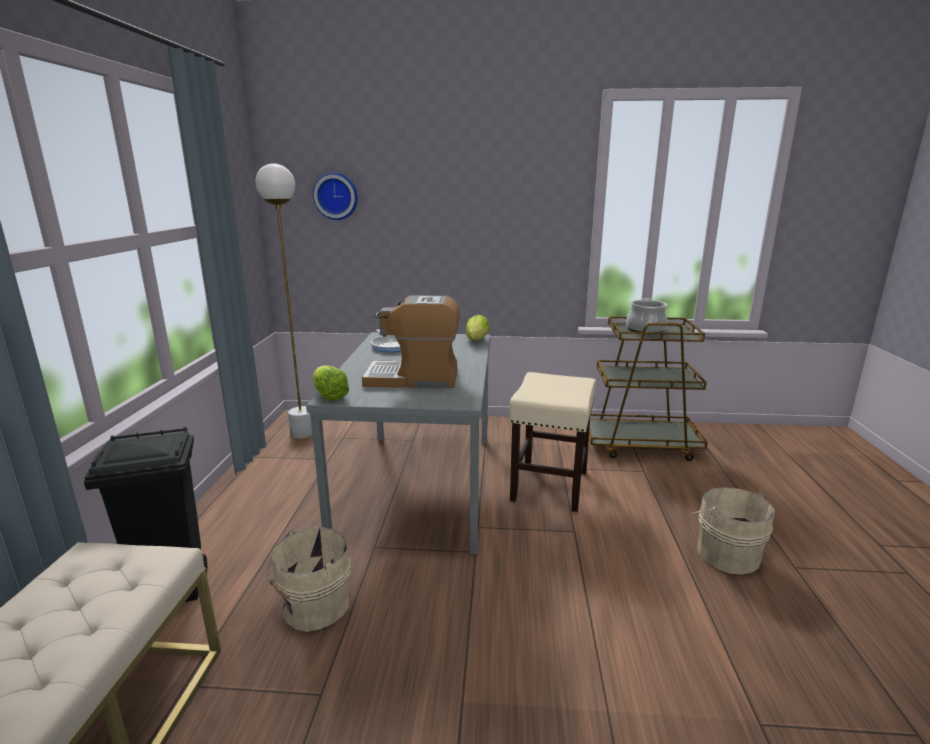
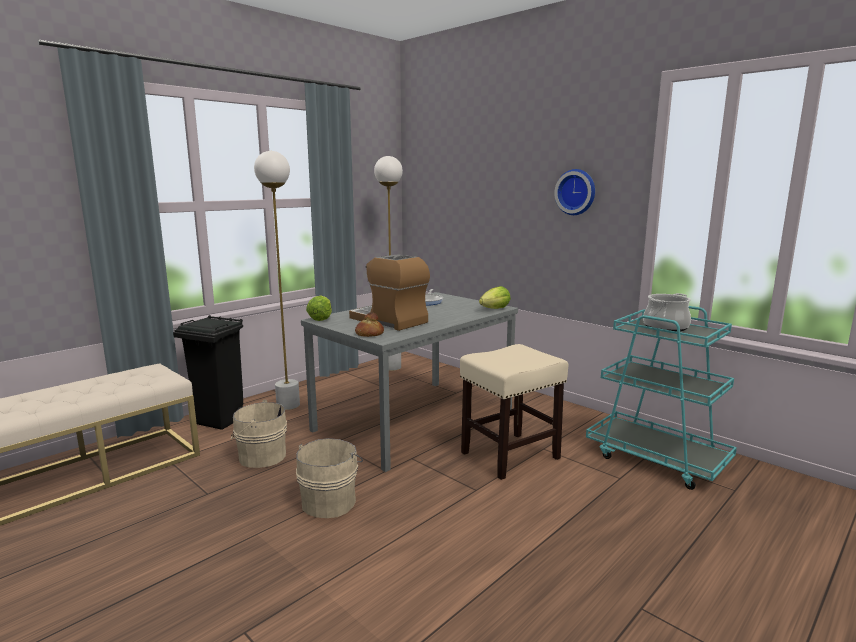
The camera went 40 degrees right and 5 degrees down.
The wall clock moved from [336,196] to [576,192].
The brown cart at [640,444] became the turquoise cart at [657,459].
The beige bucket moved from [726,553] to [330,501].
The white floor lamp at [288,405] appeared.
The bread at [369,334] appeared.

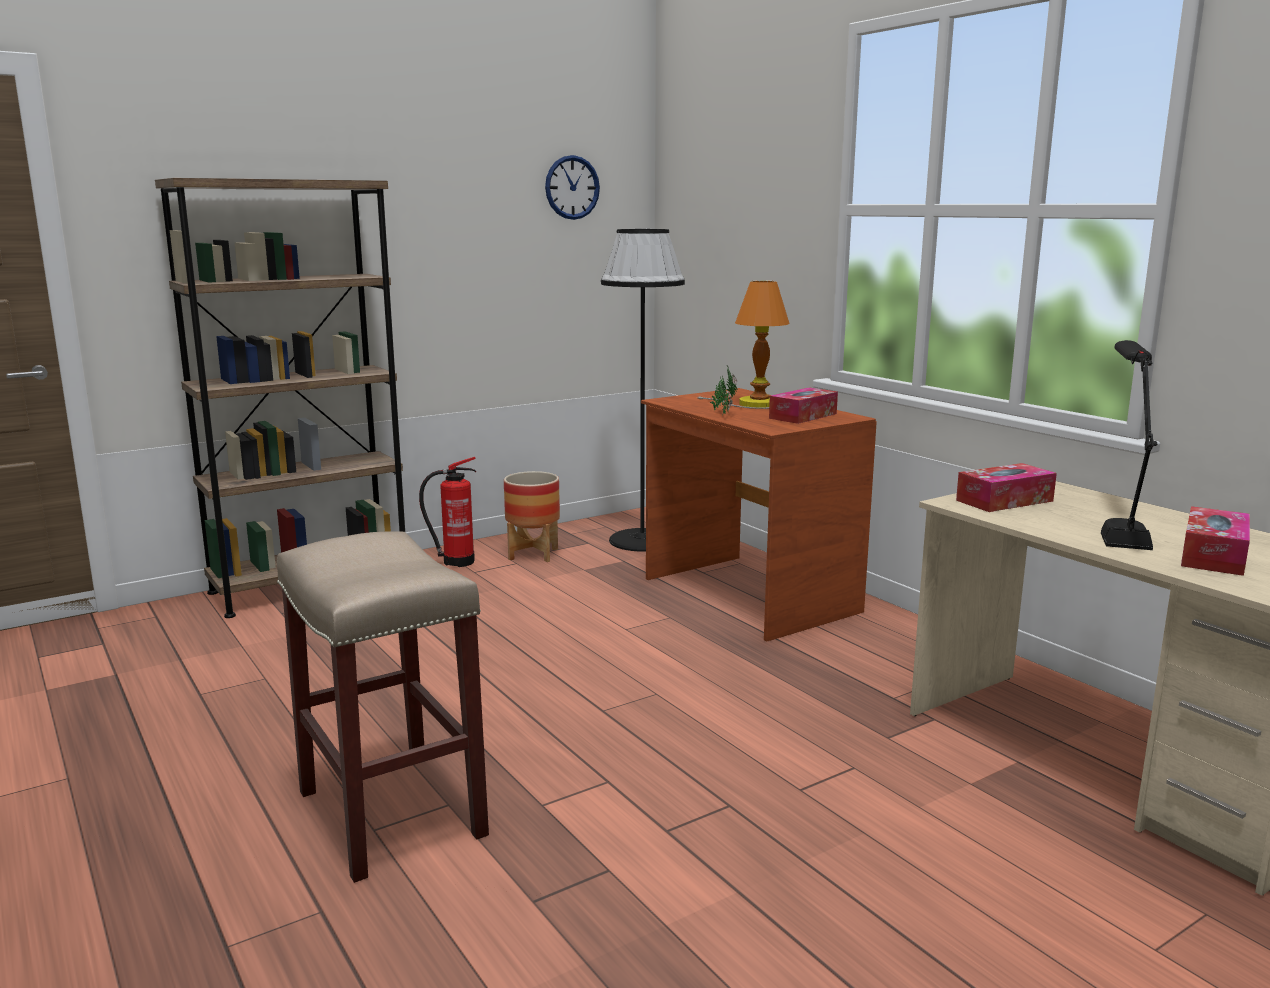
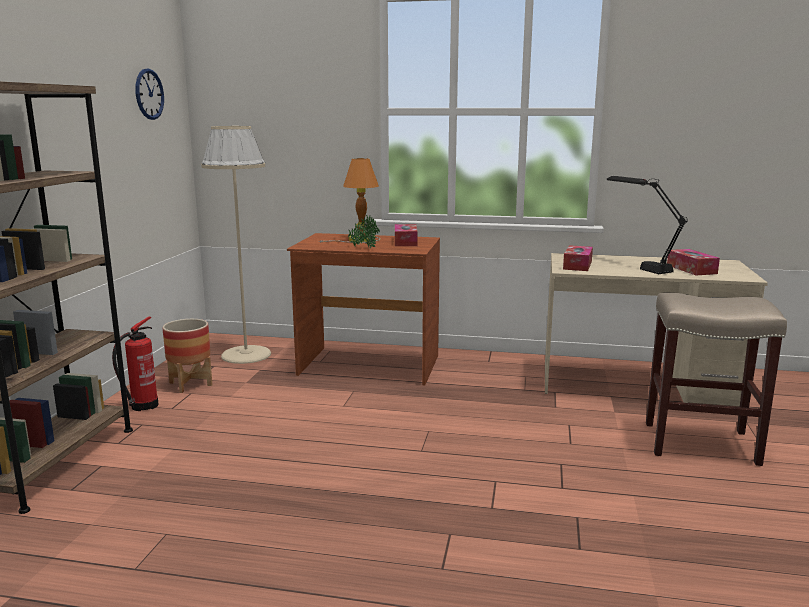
The camera went 45 degrees left and 0 degrees up.
The black floor lamp at [642,540] became the beige floor lamp at [246,354].
The beige stool moved from [388,812] to [698,443].

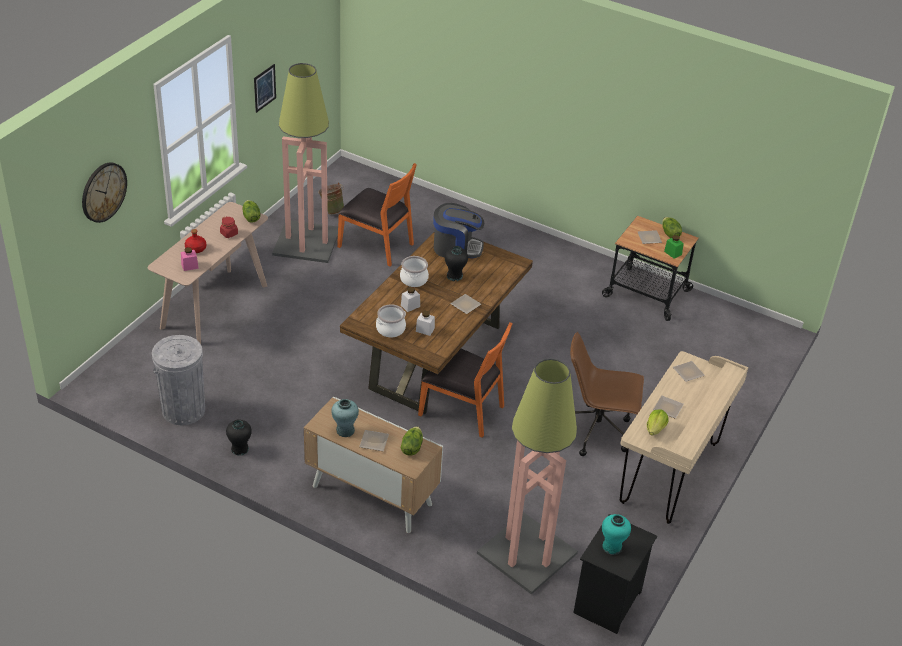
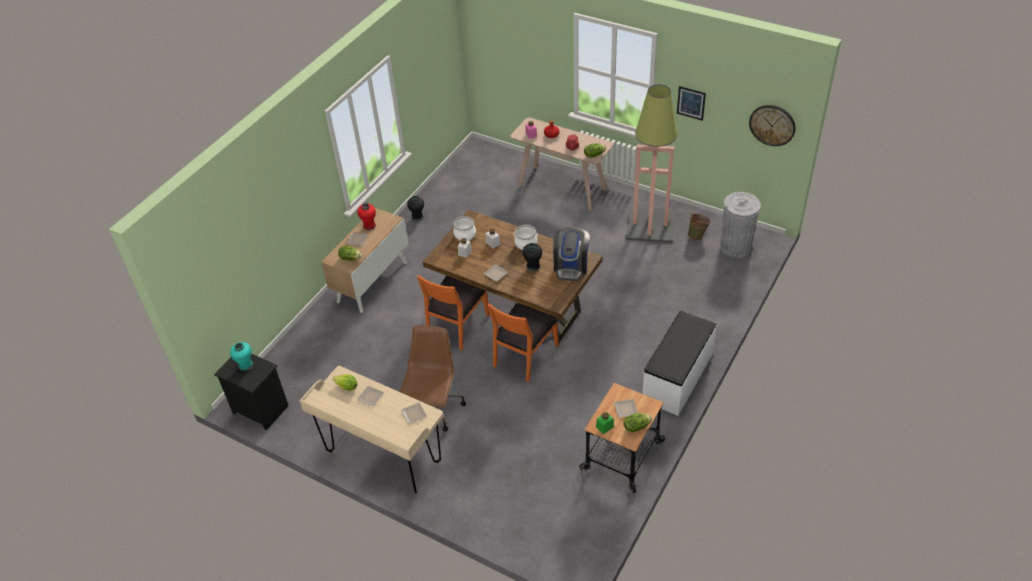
The camera went 95 degrees right and 5 degrees up.
The wall clock moved from [103,192] to [772,125].
The orange chair moved from [377,245] to [524,355].
The grey trash can moved from [183,410] to [735,247].
The floor lamp at [527,554] disappeared.
The turquoise vase at [345,430] became the red vase at [369,226].
The white bench at [678,377] appeared.

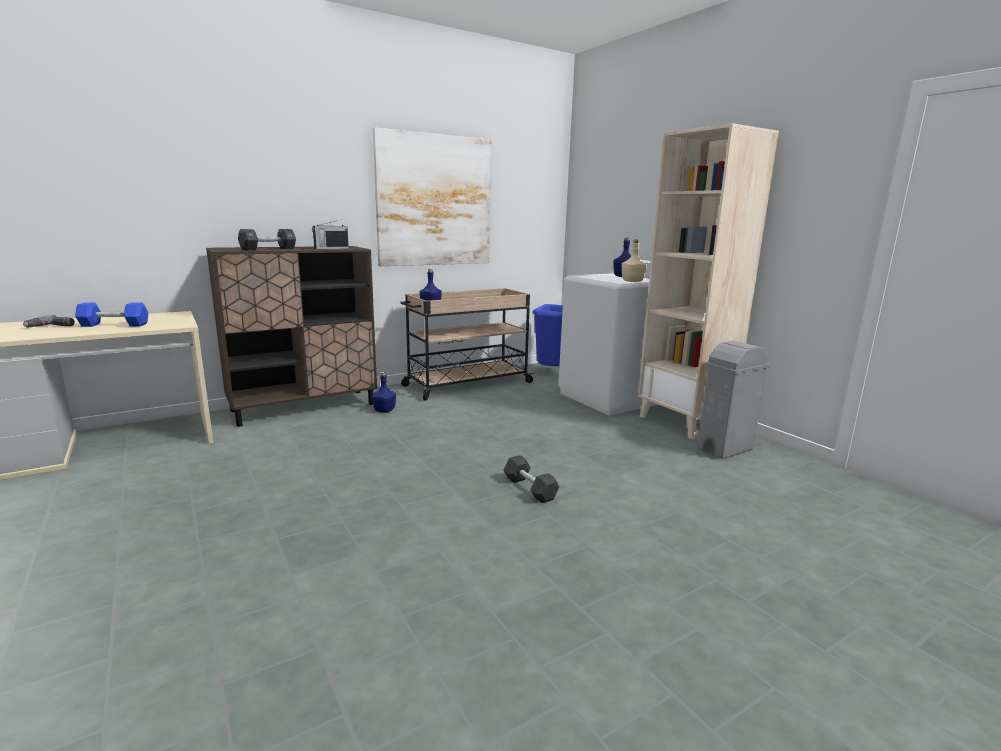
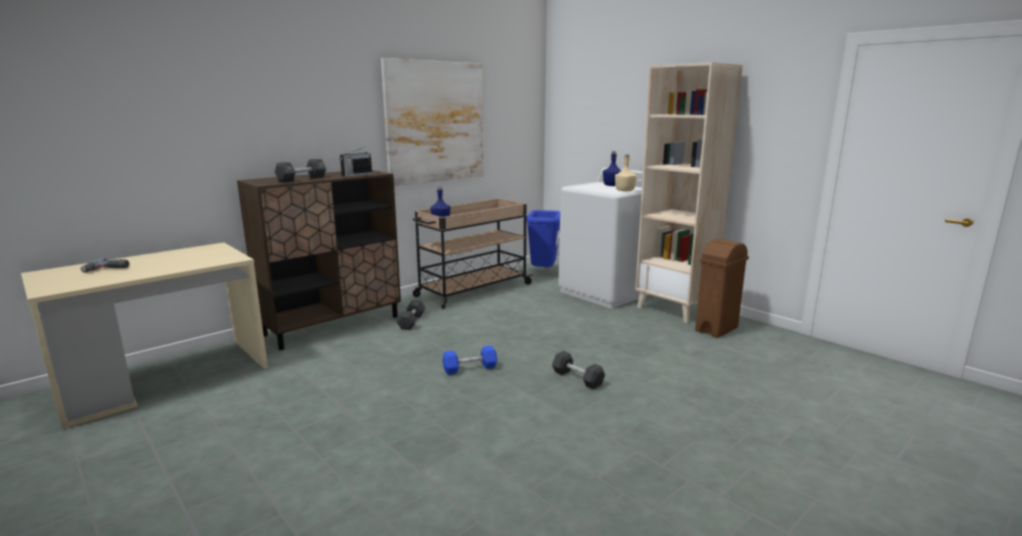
The camera went 10 degrees left and 0 degrees up.
The blue dumbbell moved from [114,325] to [470,368].
The grey trash can at [725,449] became the brown trash can at [717,329].
The blue bottle at [384,410] was replaced by the black dumbbell at [411,322].

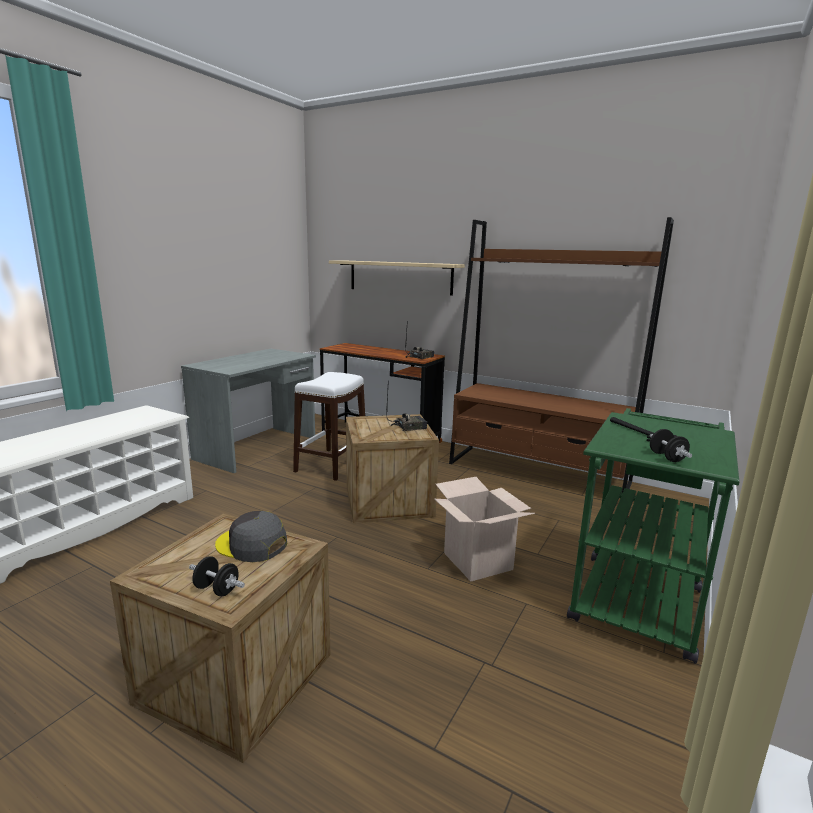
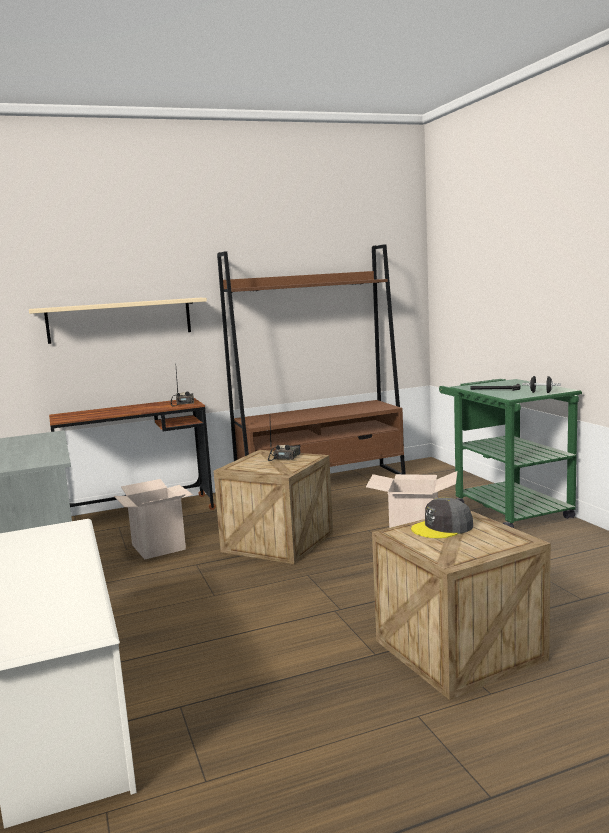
The camera went 50 degrees left and 5 degrees down.
The white stool at [332,464] was replaced by the cardboard box at [158,547].
The black dumbbell at [217,589] disappeared.

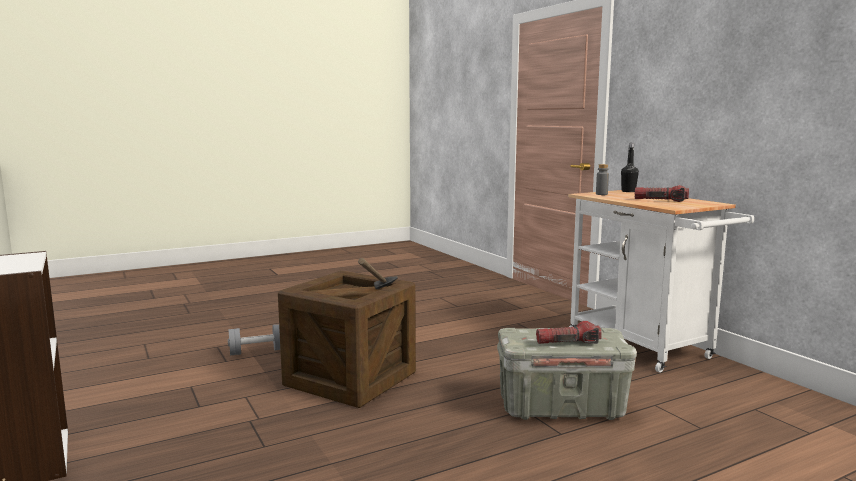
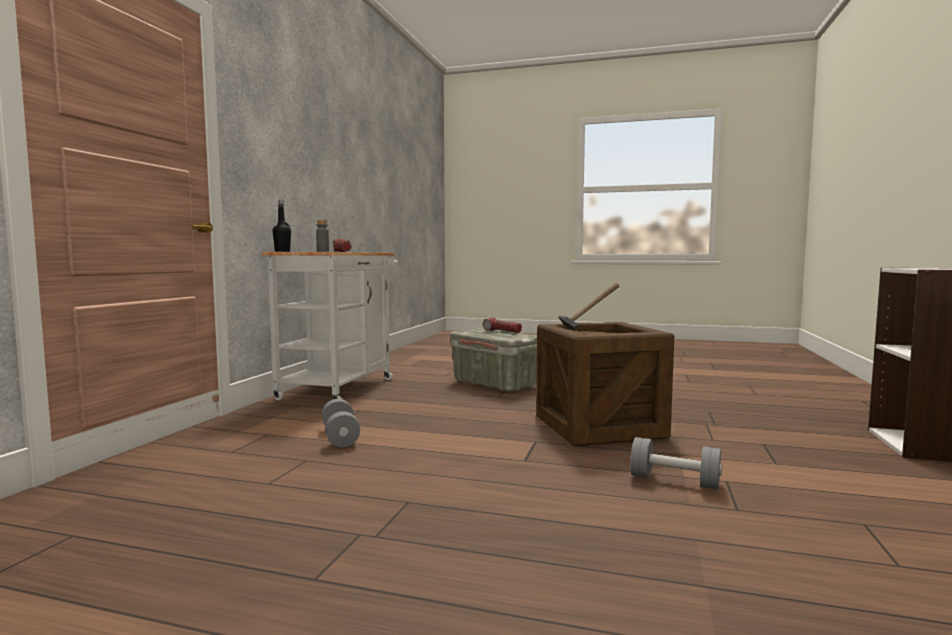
The camera went 135 degrees left and 5 degrees down.
The grey dumbbell at [340,437] appeared.

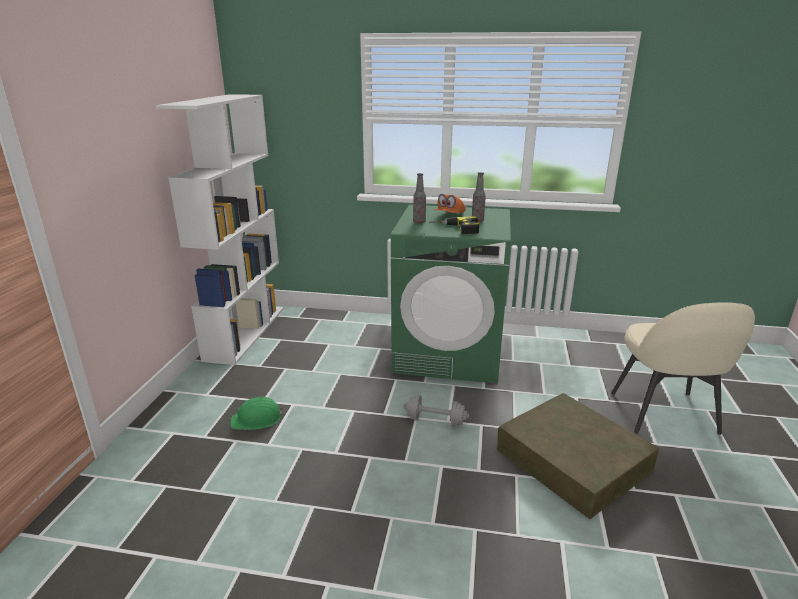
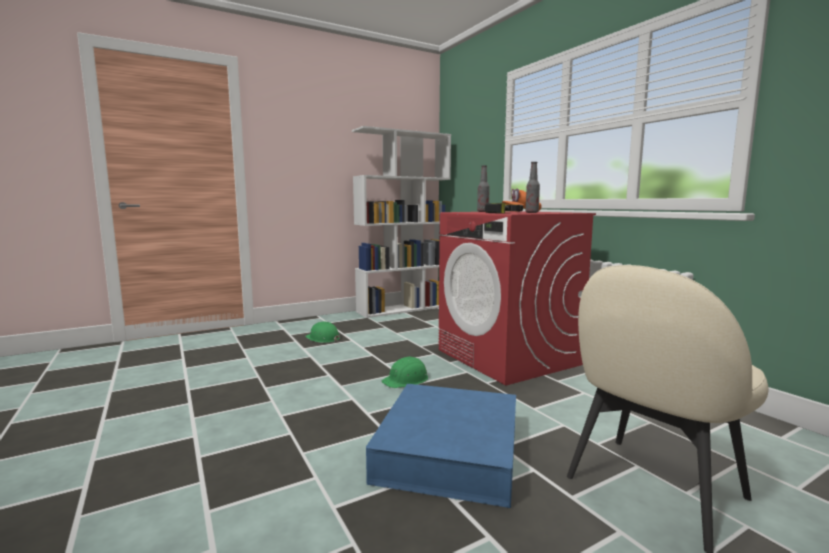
The camera went 50 degrees right and 15 degrees down.
The green washing machine at [449,353] became the red washing machine at [508,357].
The brown storage box at [572,460] became the blue storage box at [449,451].
The grey dumbbell at [435,420] was replaced by the green hard hat at [406,380].

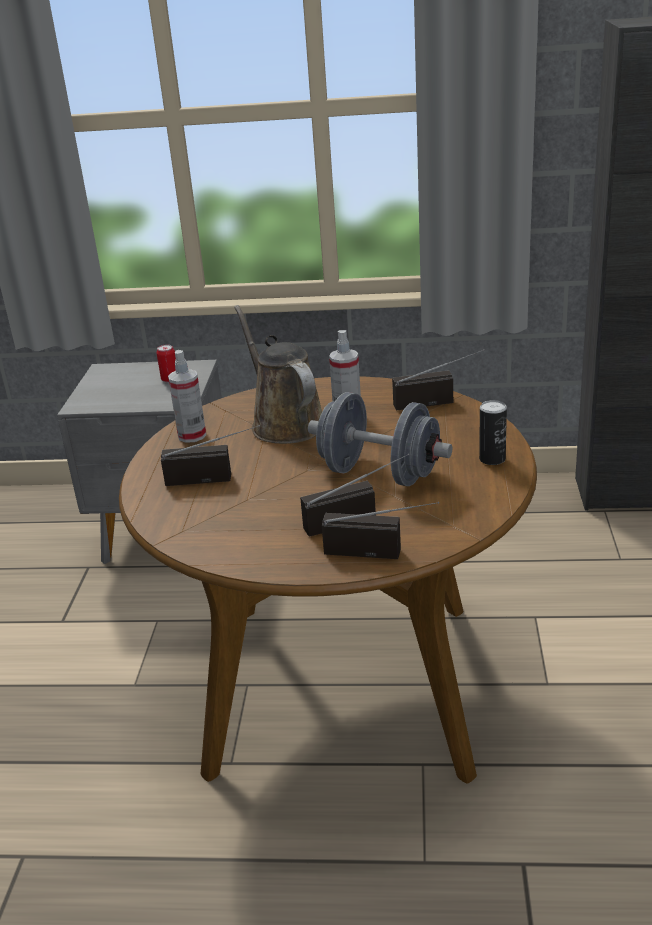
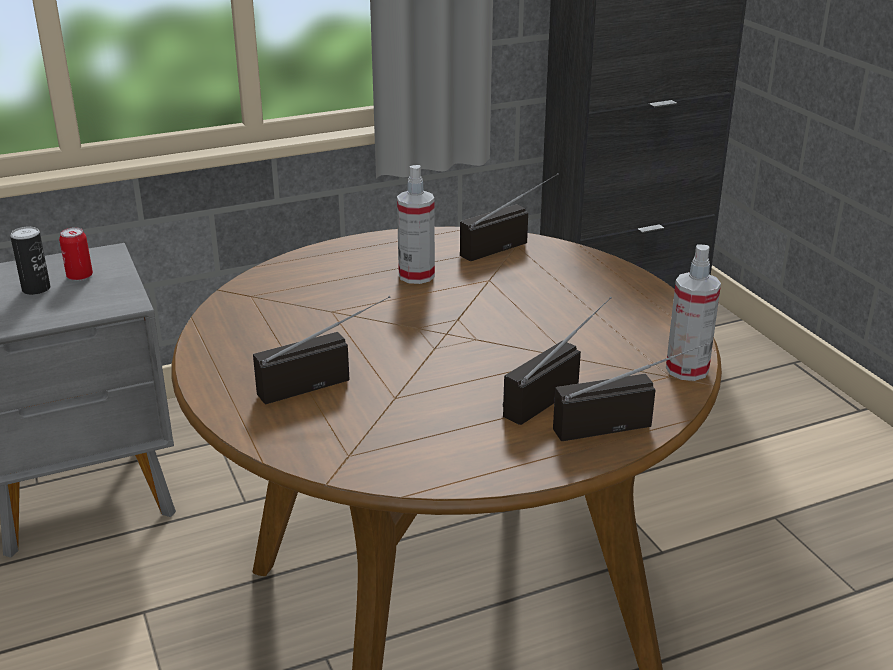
The camera went 30 degrees left and 0 degrees up.
The brown watering can at [284,423] disappeared.
The spray bottle moved from [192,435] to [687,369].
The grey dumbbell at [379,474] disappeared.
The can moved from [492,459] to [36,289].

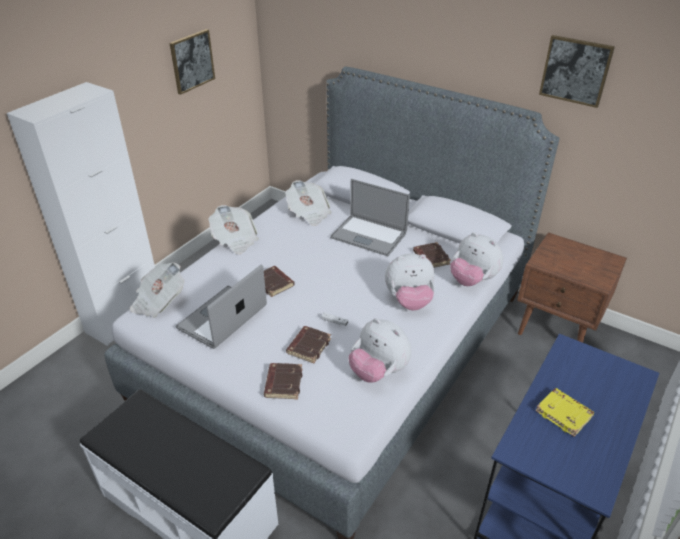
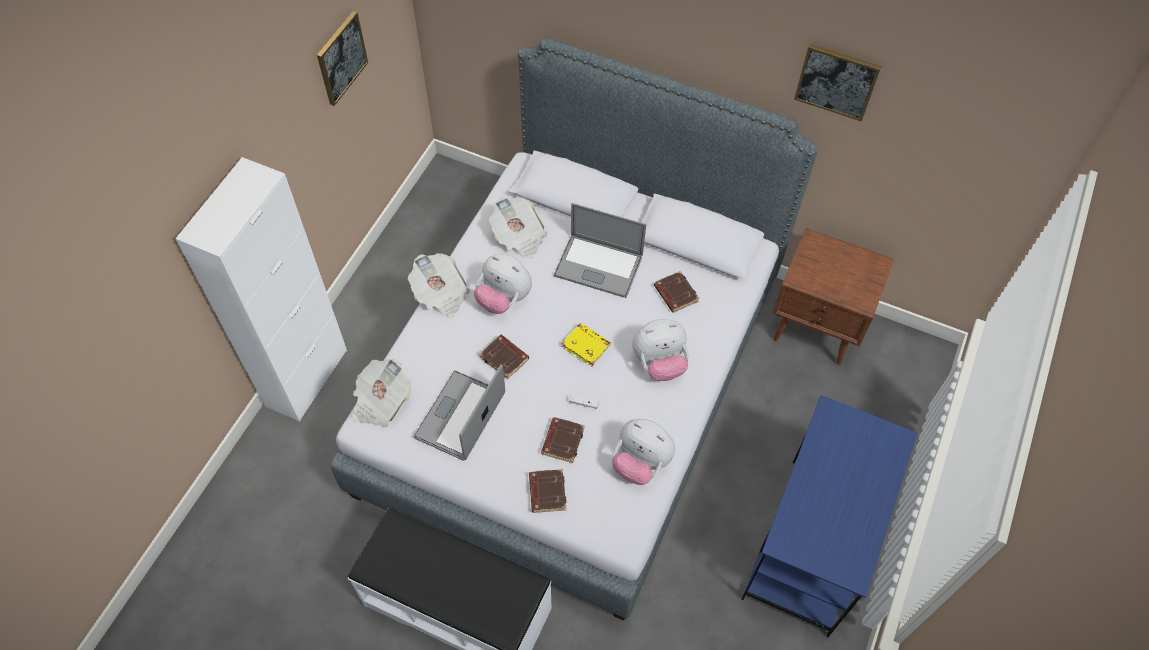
The camera went 10 degrees left and 20 degrees up.
The plush toy moved from [472,280] to [503,299].
The yellow book moved from [564,414] to [587,346].

